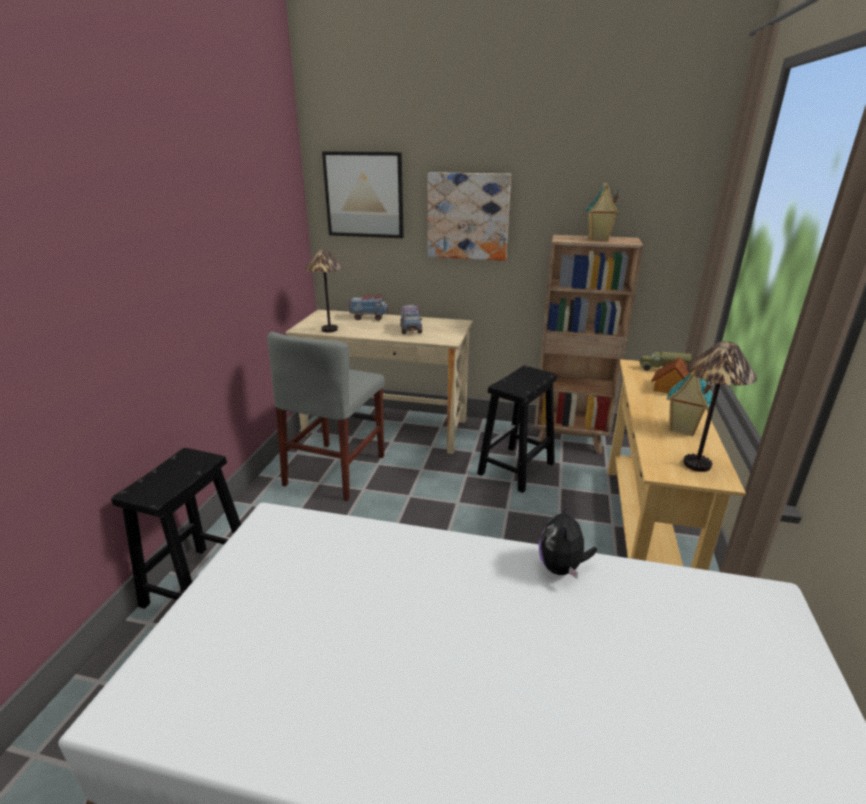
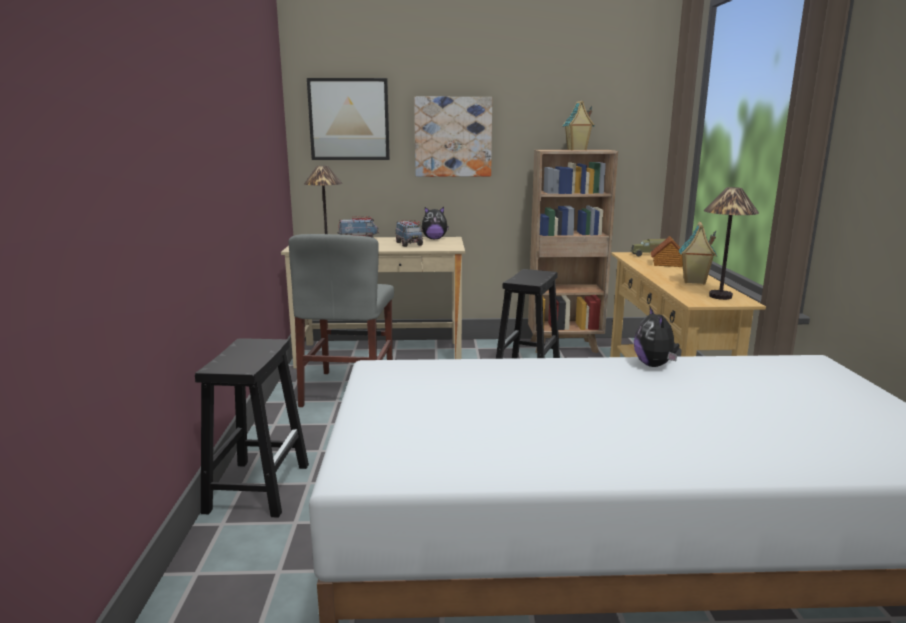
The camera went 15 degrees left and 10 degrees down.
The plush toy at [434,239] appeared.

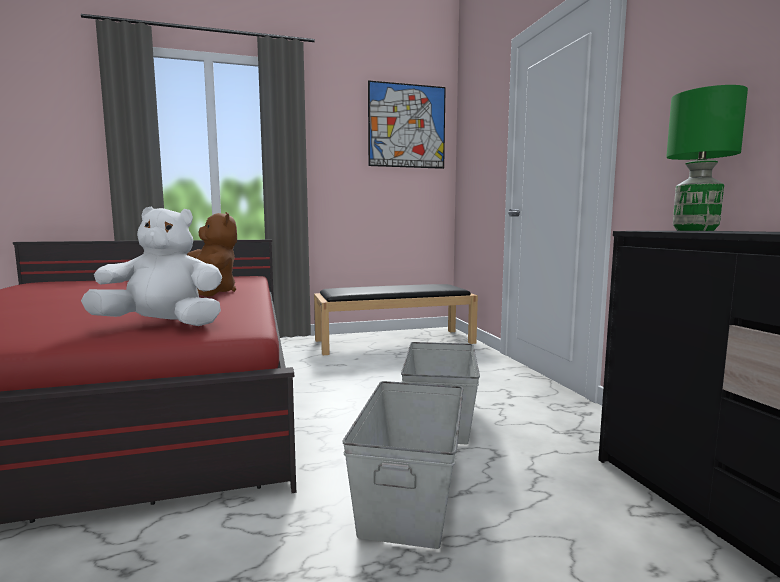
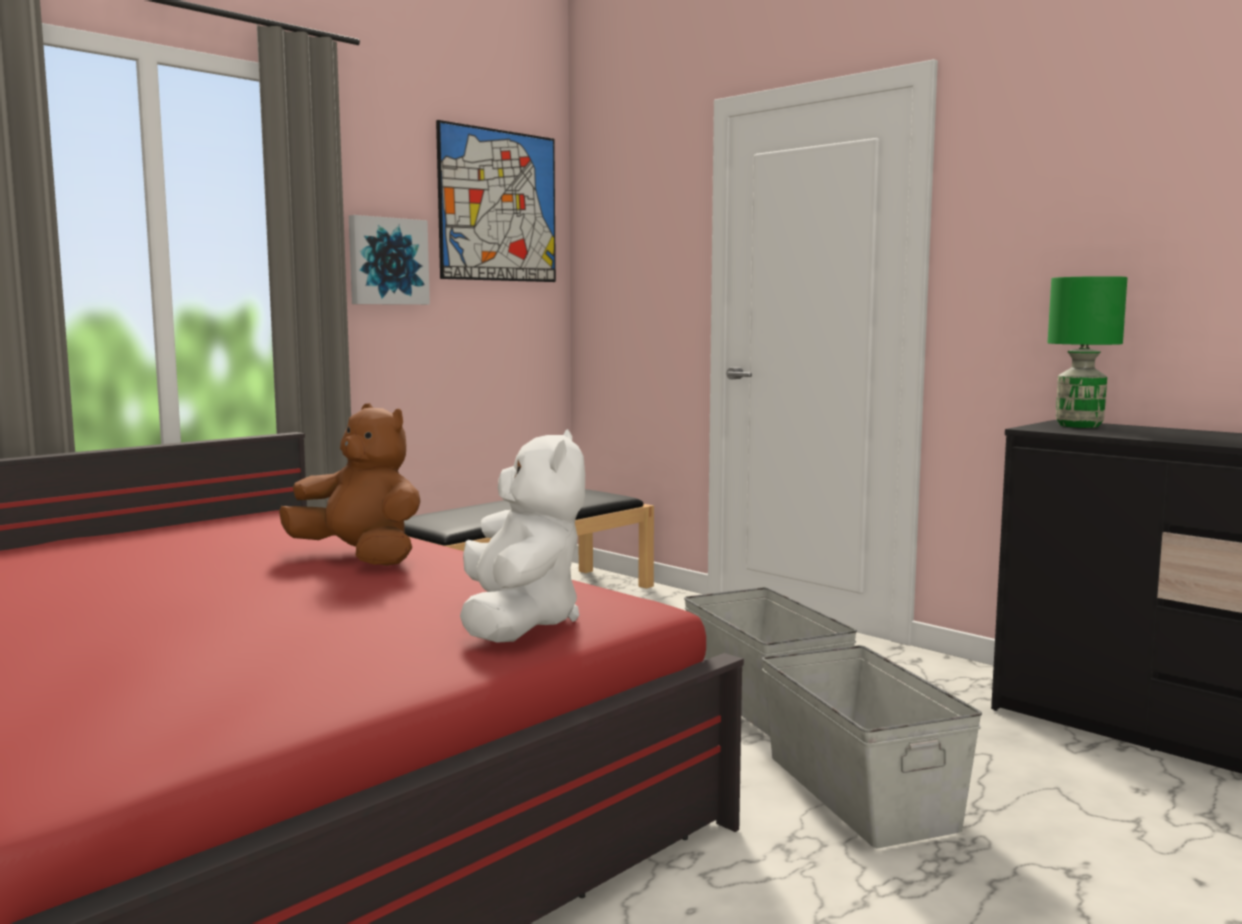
The camera went 30 degrees left and 0 degrees up.
The white plush toy at [163,325] turned 120 degrees clockwise.
The picture at [387,261] appeared.

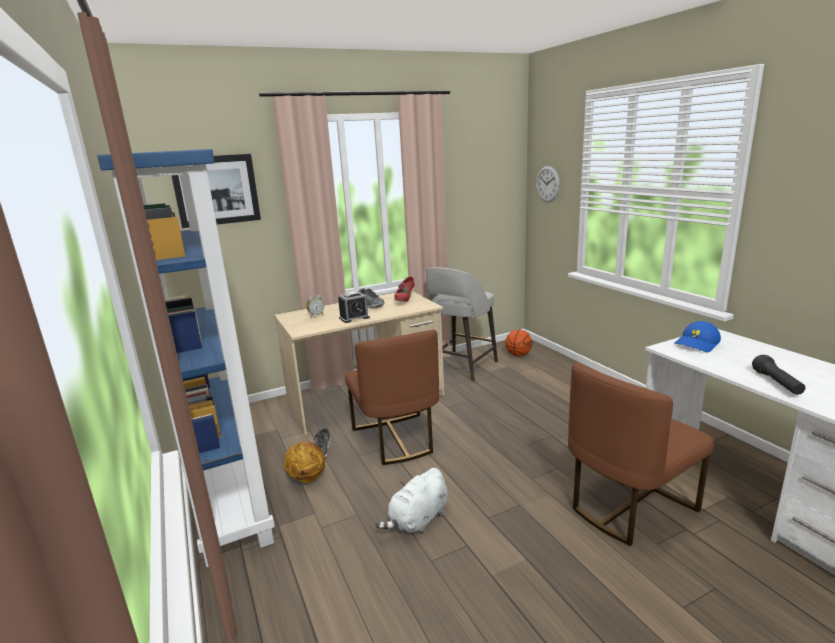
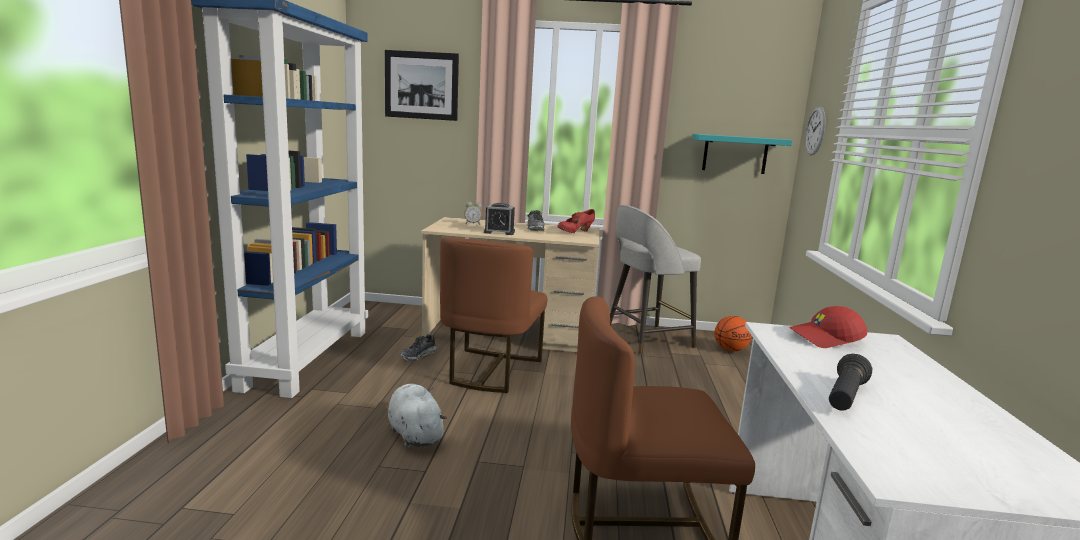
The camera went 30 degrees right and 5 degrees down.
The blue cap at [697,344] became the red cap at [826,339].
The basketball at [307,478] disappeared.
The white plush toy at [418,520] turned 75 degrees clockwise.
The turquoise shelf at [735,154] appeared.

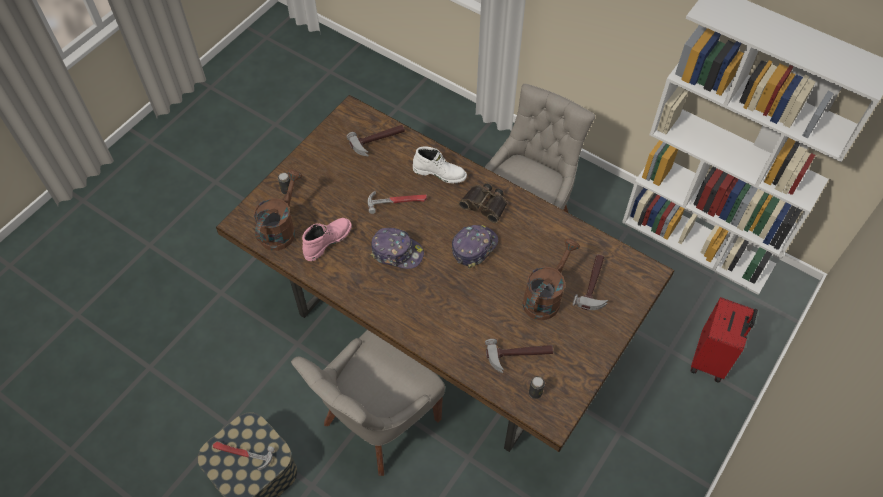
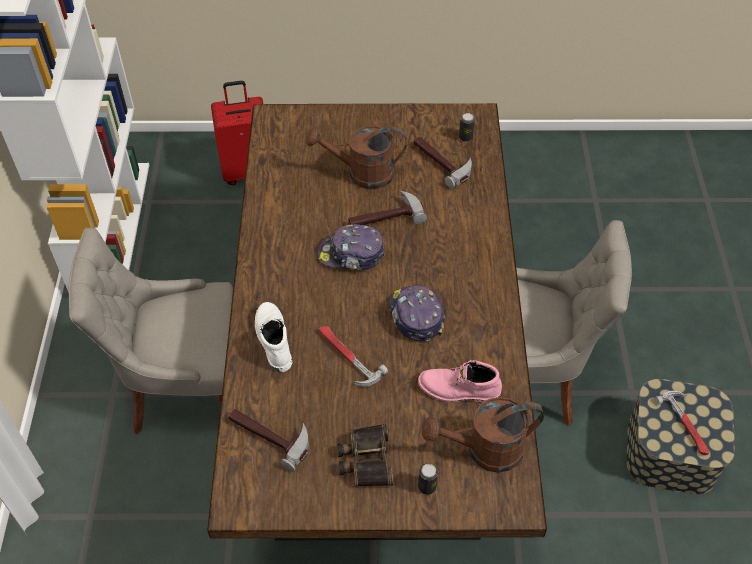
The camera went 125 degrees left and 5 degrees down.
The binoculars moved from [485,204] to [365,459].
The hammer moved from [594,285] to [385,216].

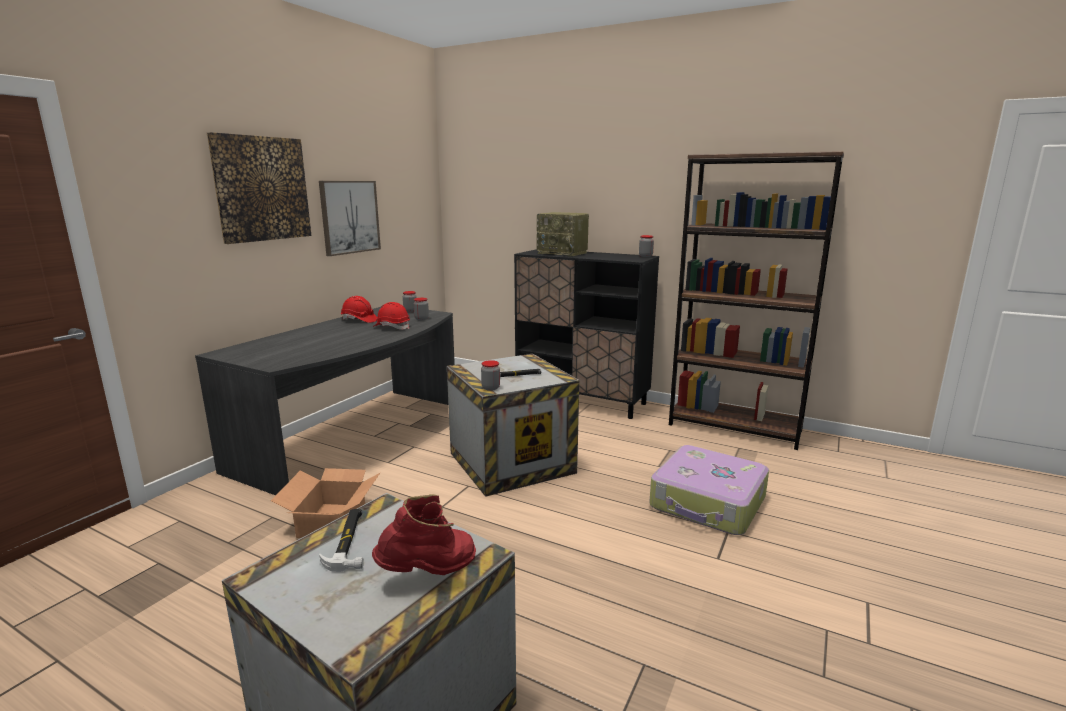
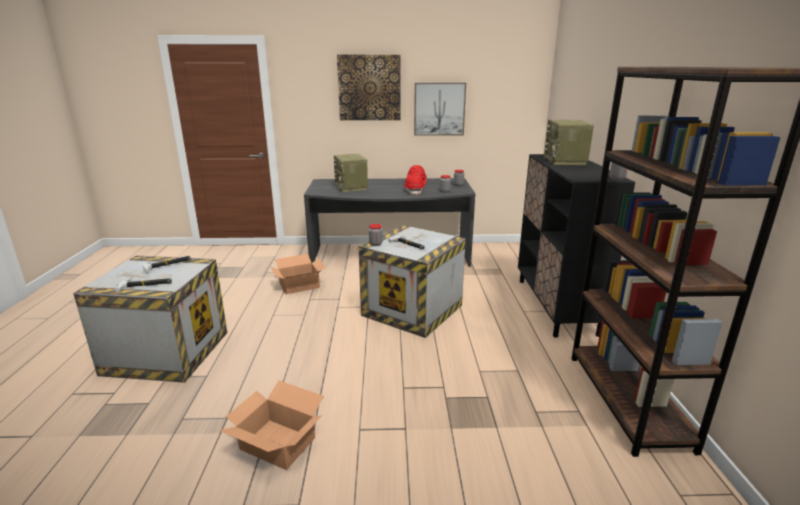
The camera went 60 degrees right and 5 degrees up.
The suitcase at [708,503] disappeared.
The red boot at [430,573] was replaced by the hammer at [145,285].
The radio at [351,187] appeared.
The cardboard box at [277,444] appeared.

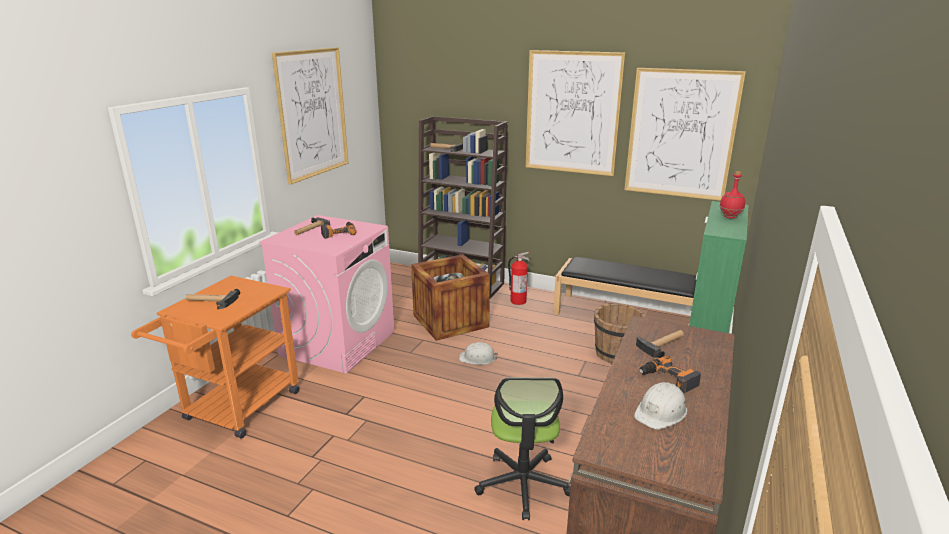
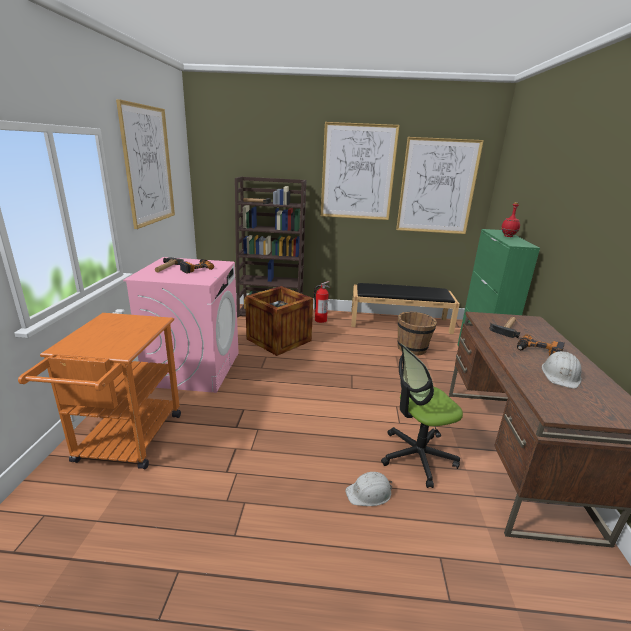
The camera went 20 degrees left and 0 degrees up.
The hammer at [211,301] disappeared.
The white hard hat moved from [477,358] to [369,493].
The office chair at [523,484] turned 90 degrees clockwise.

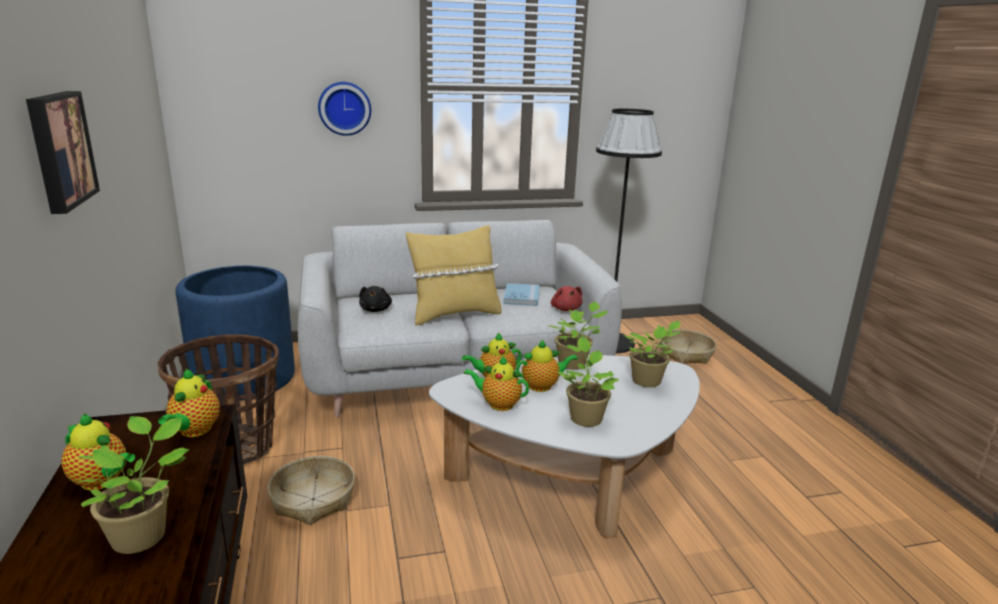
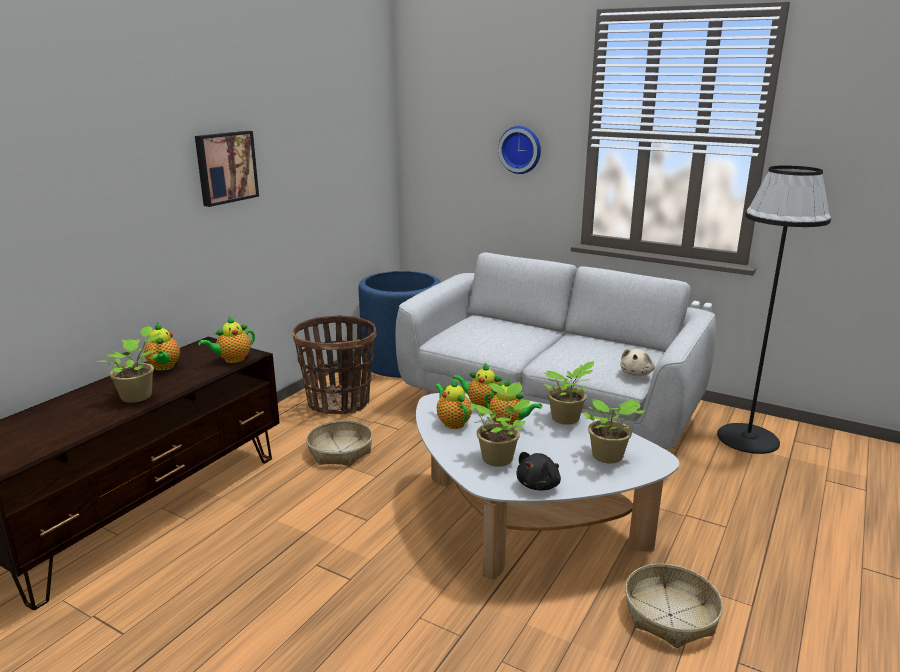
The camera went 45 degrees right and 0 degrees up.
The yellow pillow at [454,314] disappeared.
The blue book at [521,297] disappeared.
The black plush toy moved from [376,309] to [539,485].
The red plush toy at [565,309] became the beige plush toy at [636,373].
The basket moved from [685,354] to [670,615].

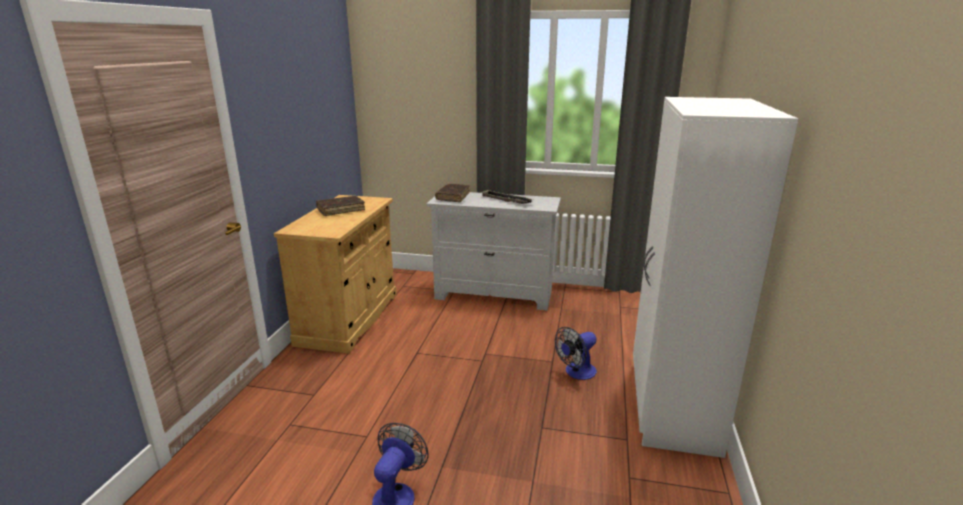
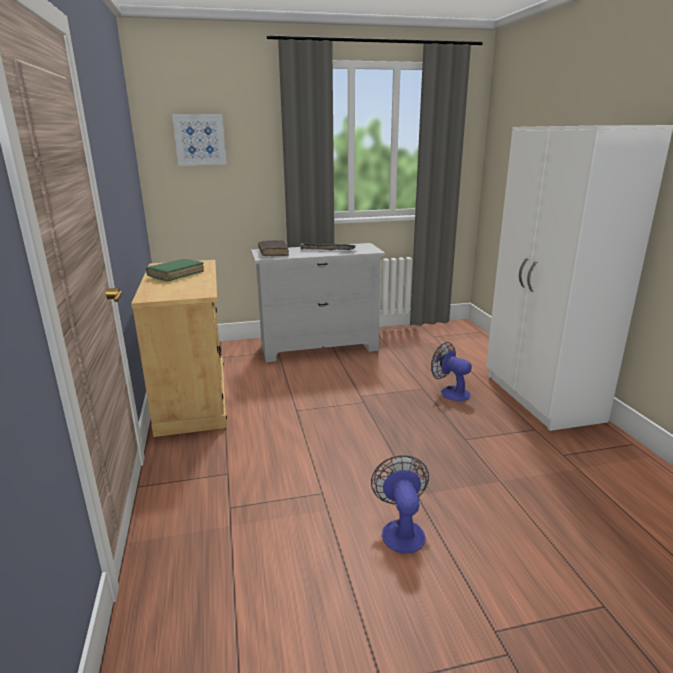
The camera went 25 degrees left and 0 degrees up.
The brown book at [341,210] became the green book at [176,275].
The fan at [576,373] turned 105 degrees clockwise.
The picture at [200,139] appeared.

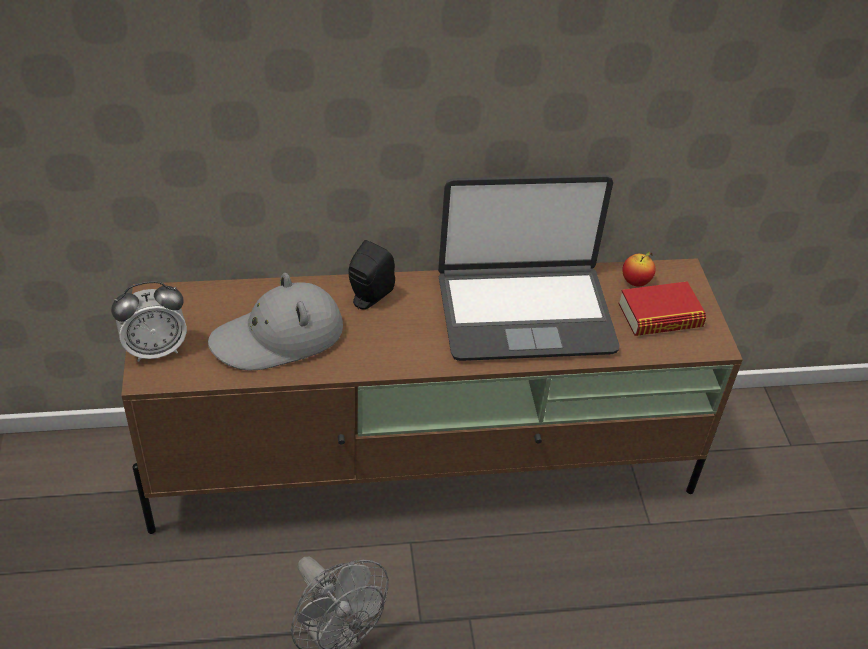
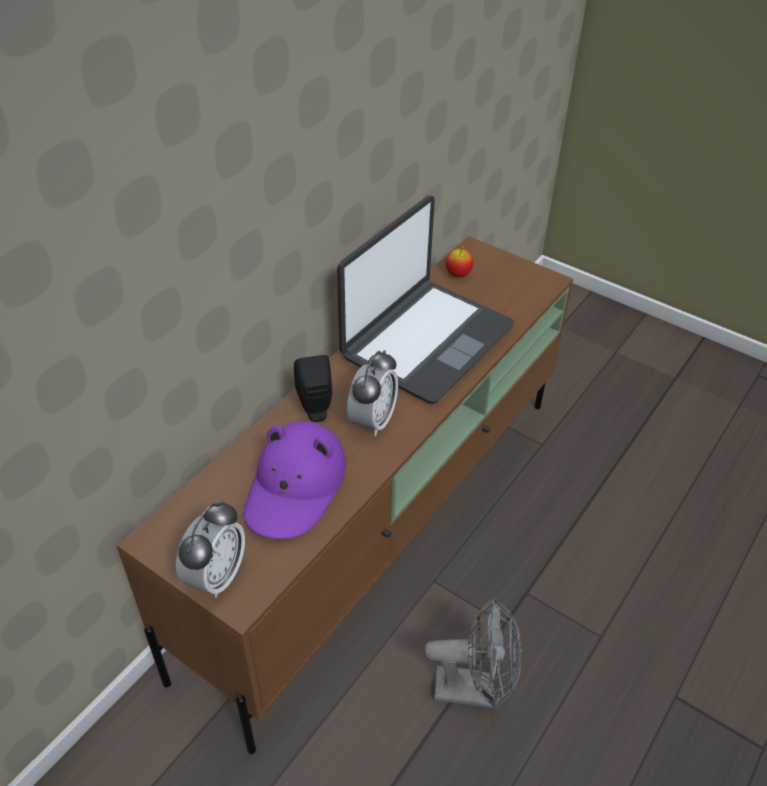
The camera went 45 degrees left and 0 degrees up.
The grey hat at [278,337] became the purple hat at [295,487].
The book at [660,316] disappeared.
The alarm clock at [372,420] appeared.

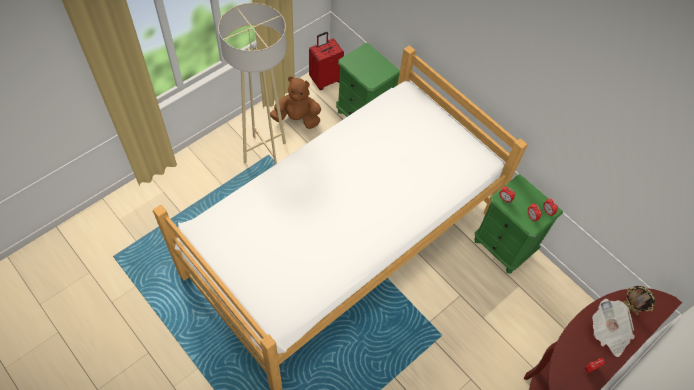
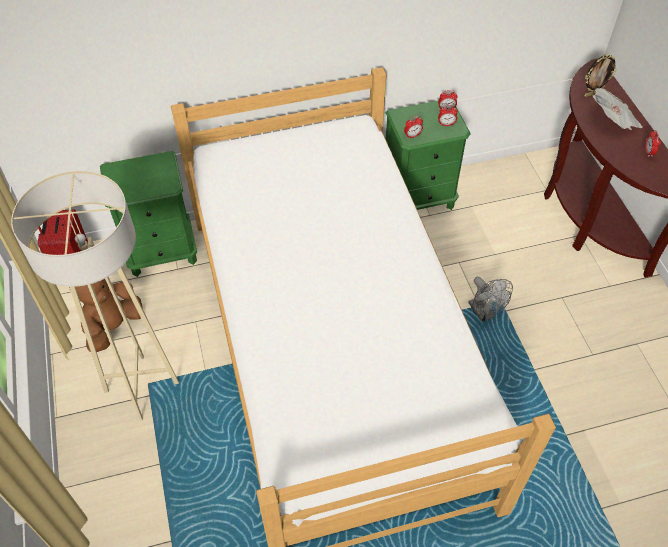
The camera went 60 degrees left and 5 degrees down.
The grey fan at [484,313] appeared.

